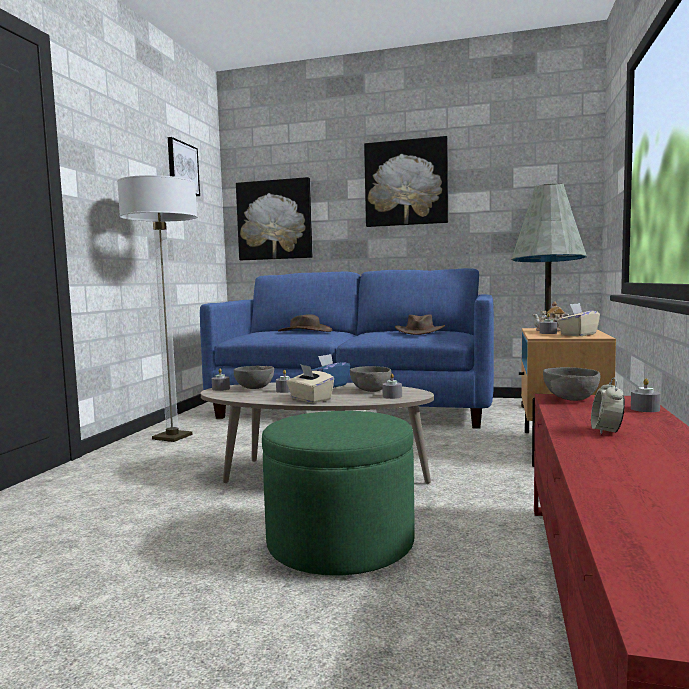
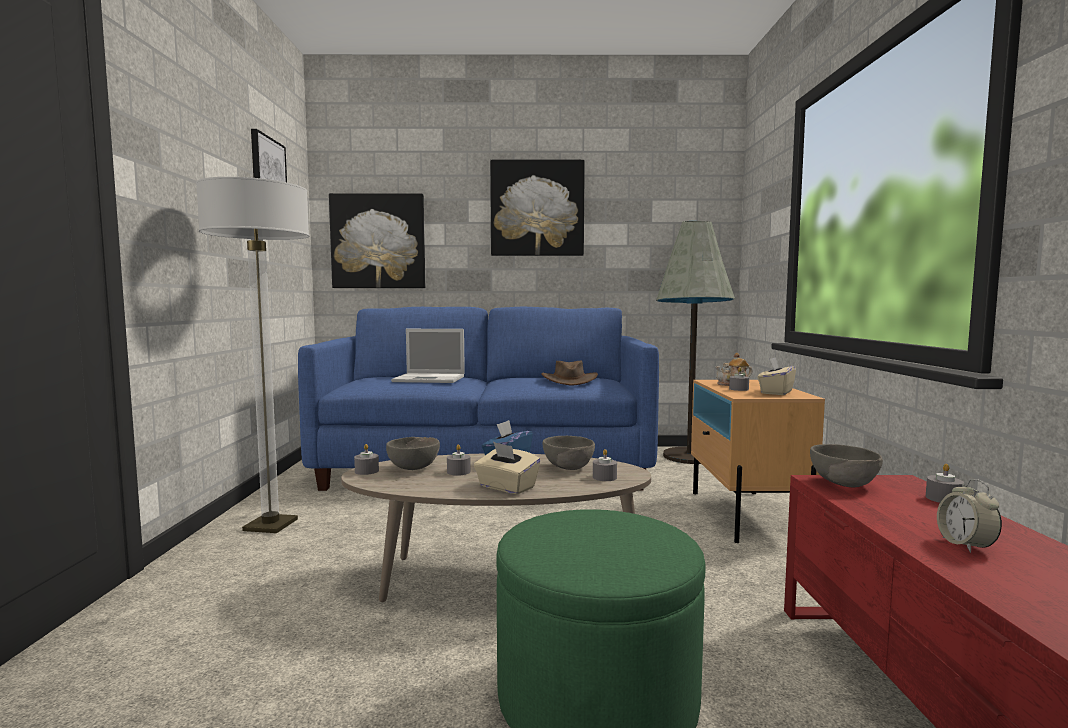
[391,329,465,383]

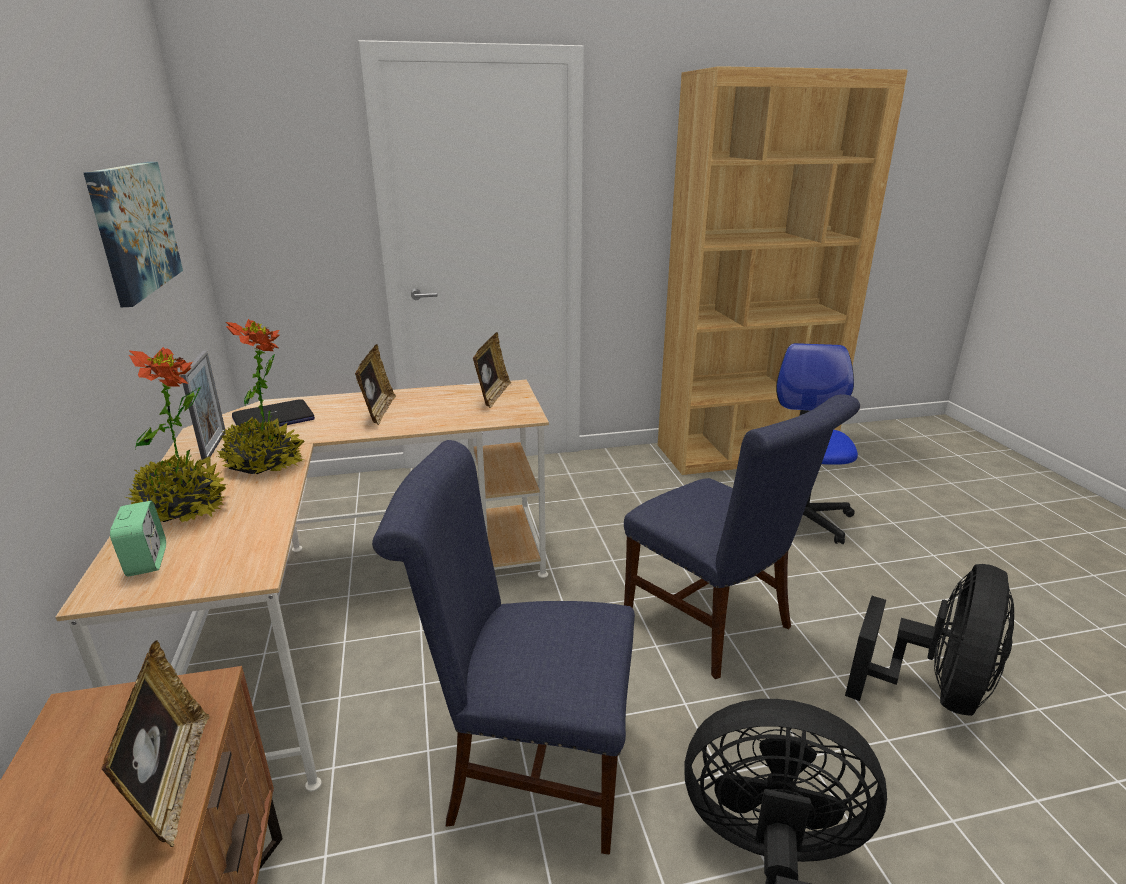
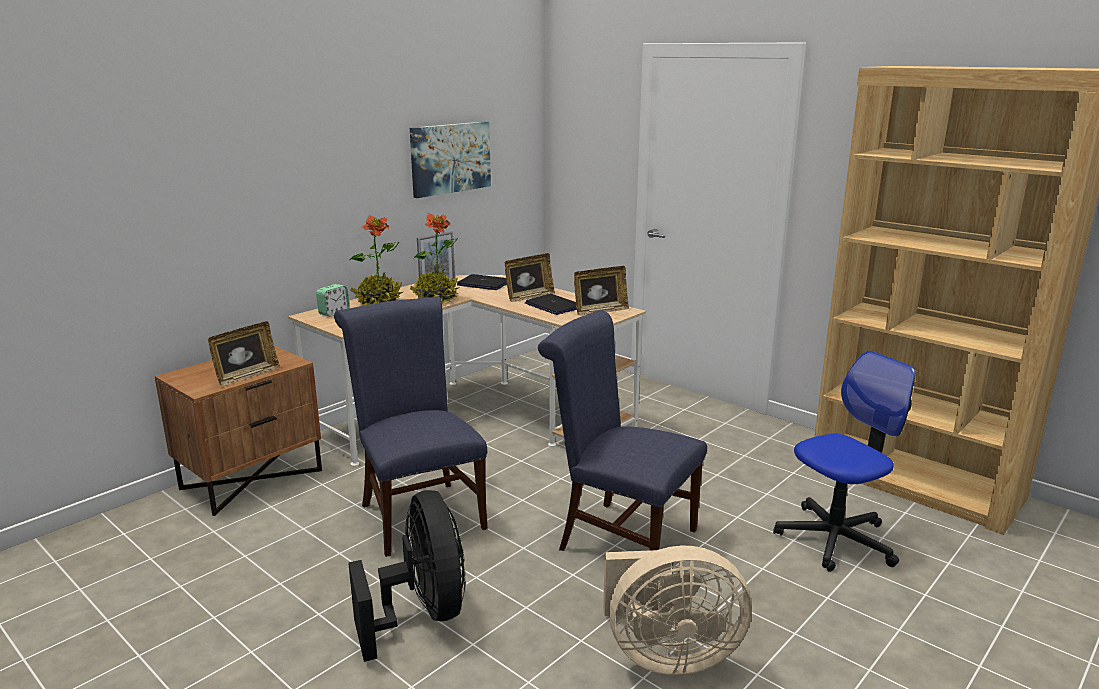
[538,310,707,551]
[603,545,752,675]
[525,294,577,315]

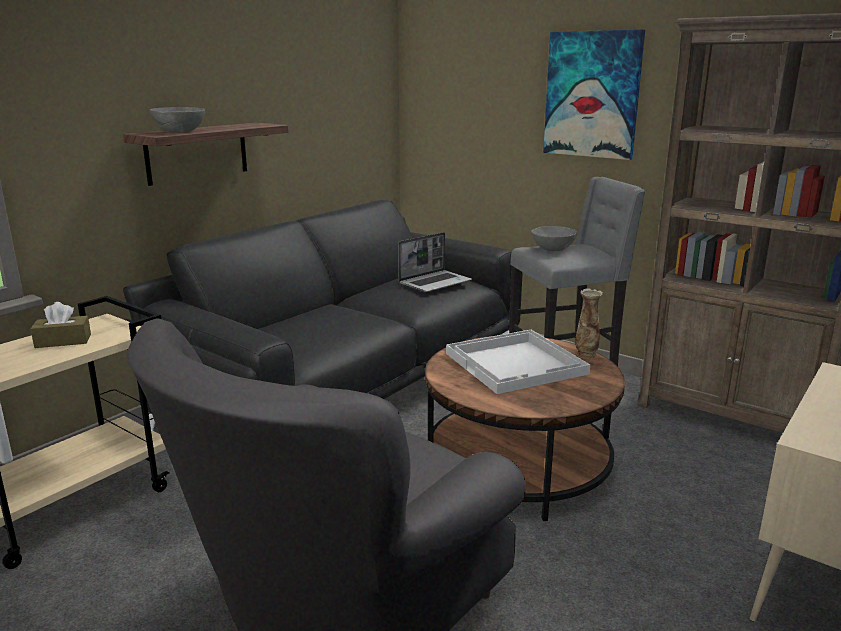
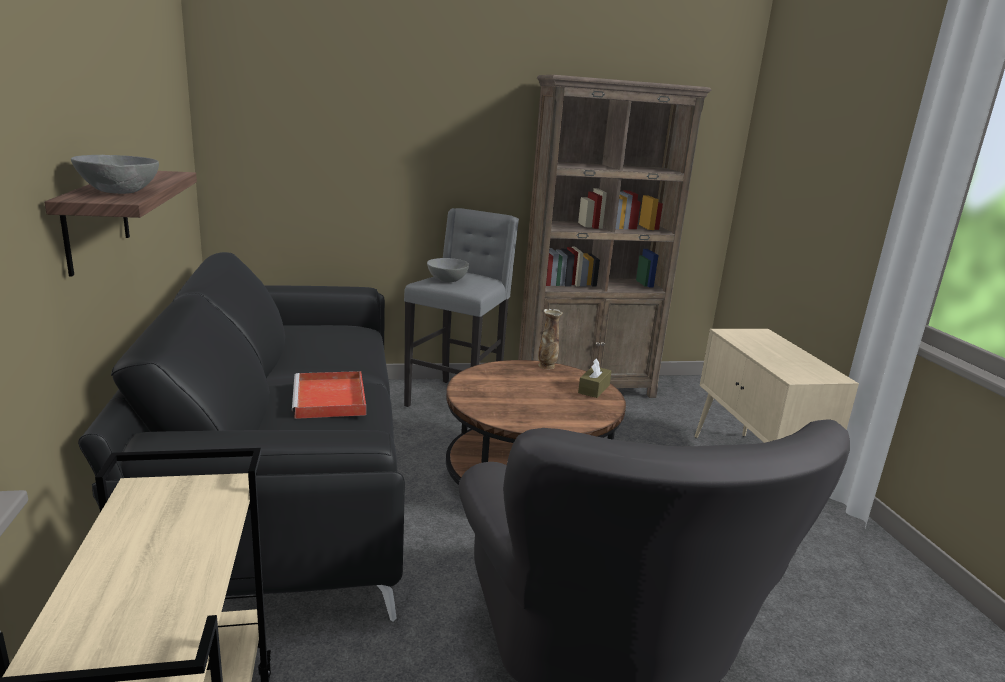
[578,358,611,398]
[398,232,472,292] (first image)
[446,330,590,394] (first image)
[543,30,645,160] (first image)
[292,371,366,419]

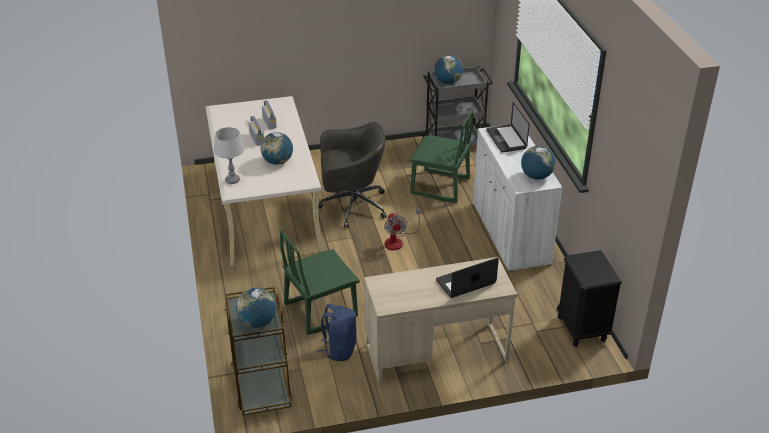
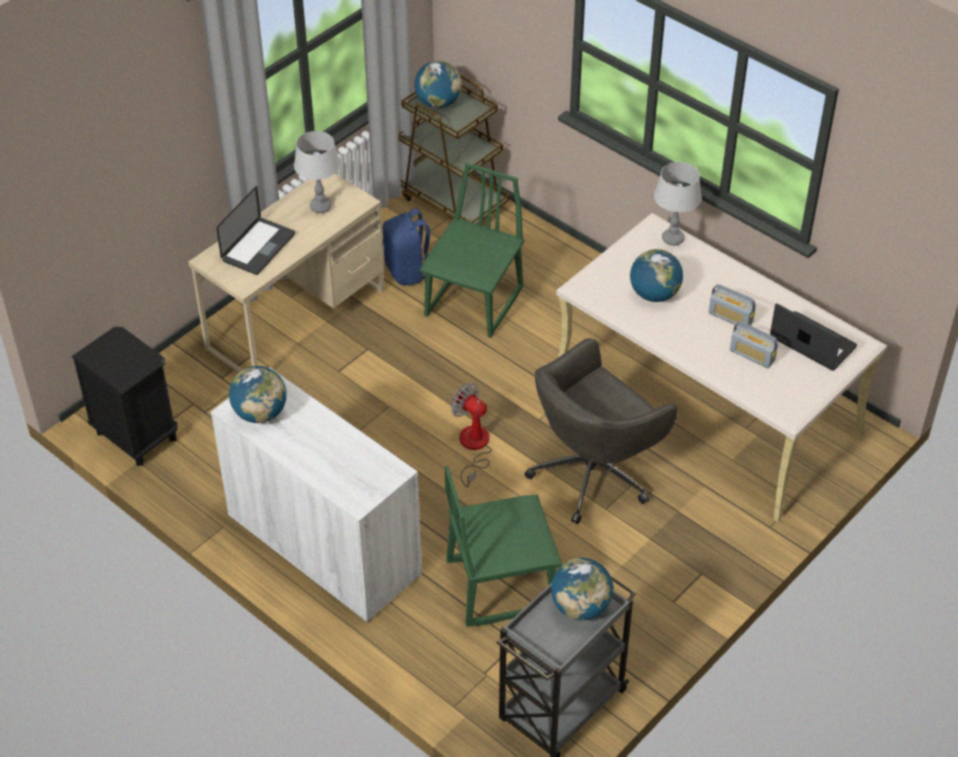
[770,303,857,371]
[294,131,340,213]

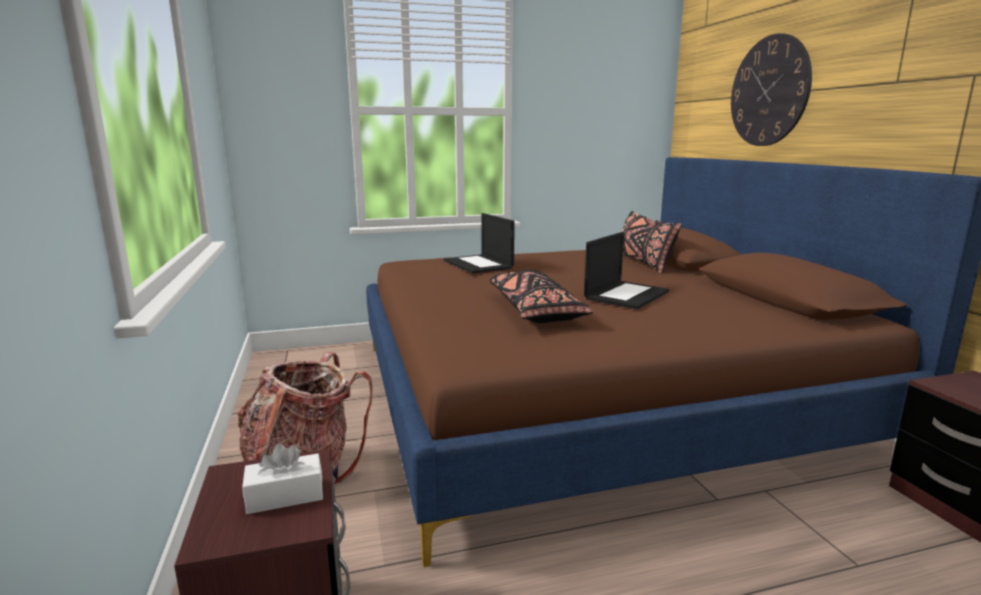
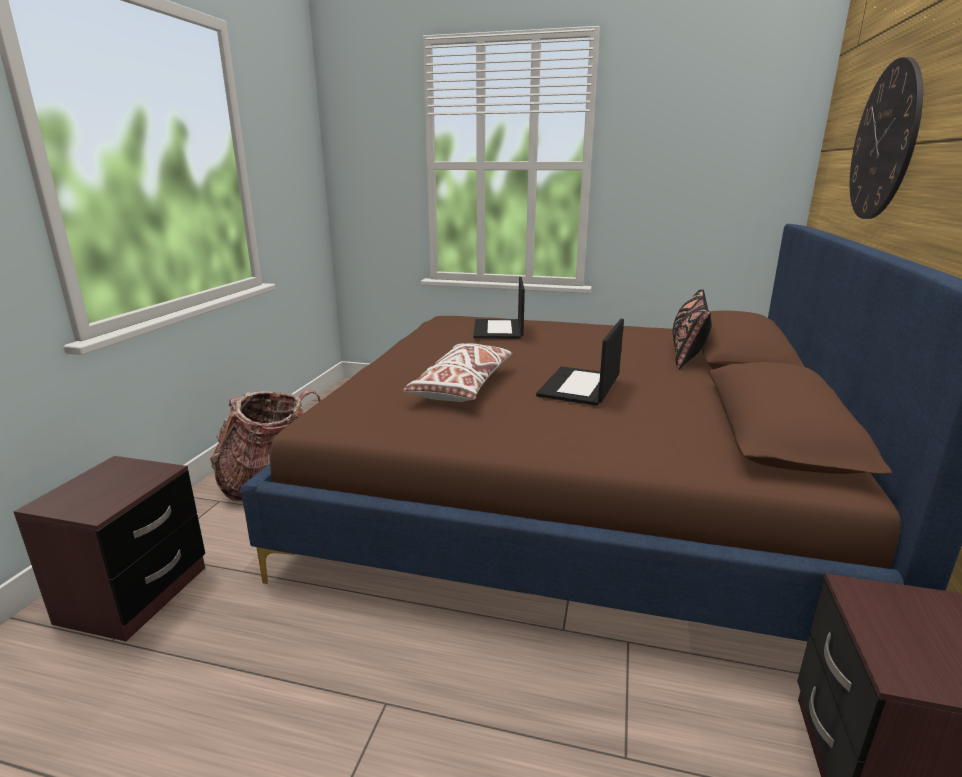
[242,443,323,514] (first image)
[403,343,512,402]
[536,319,624,406]

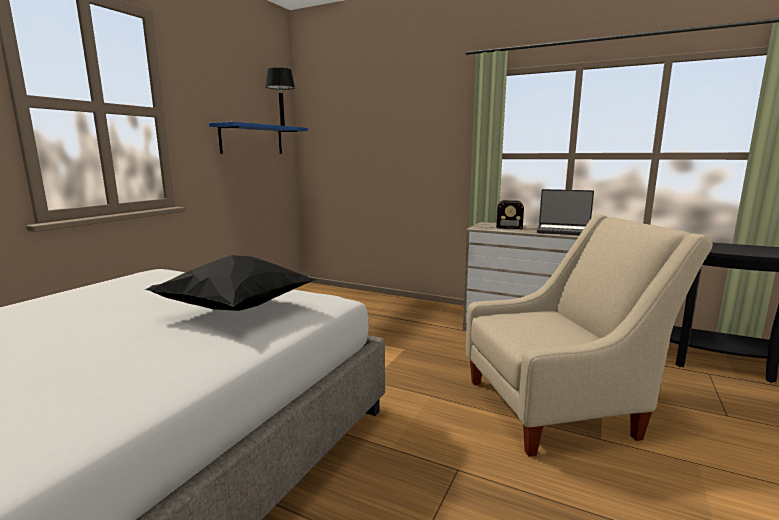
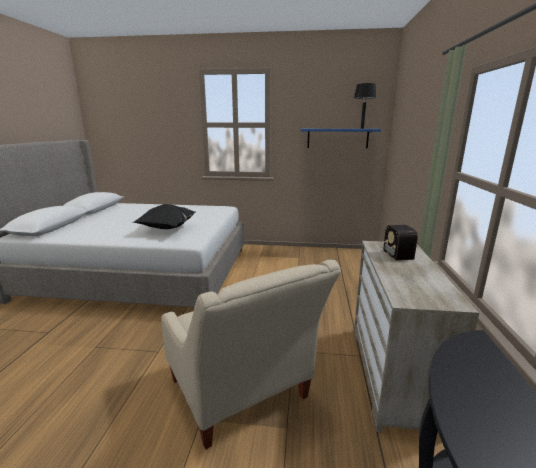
[537,189,594,235] (first image)

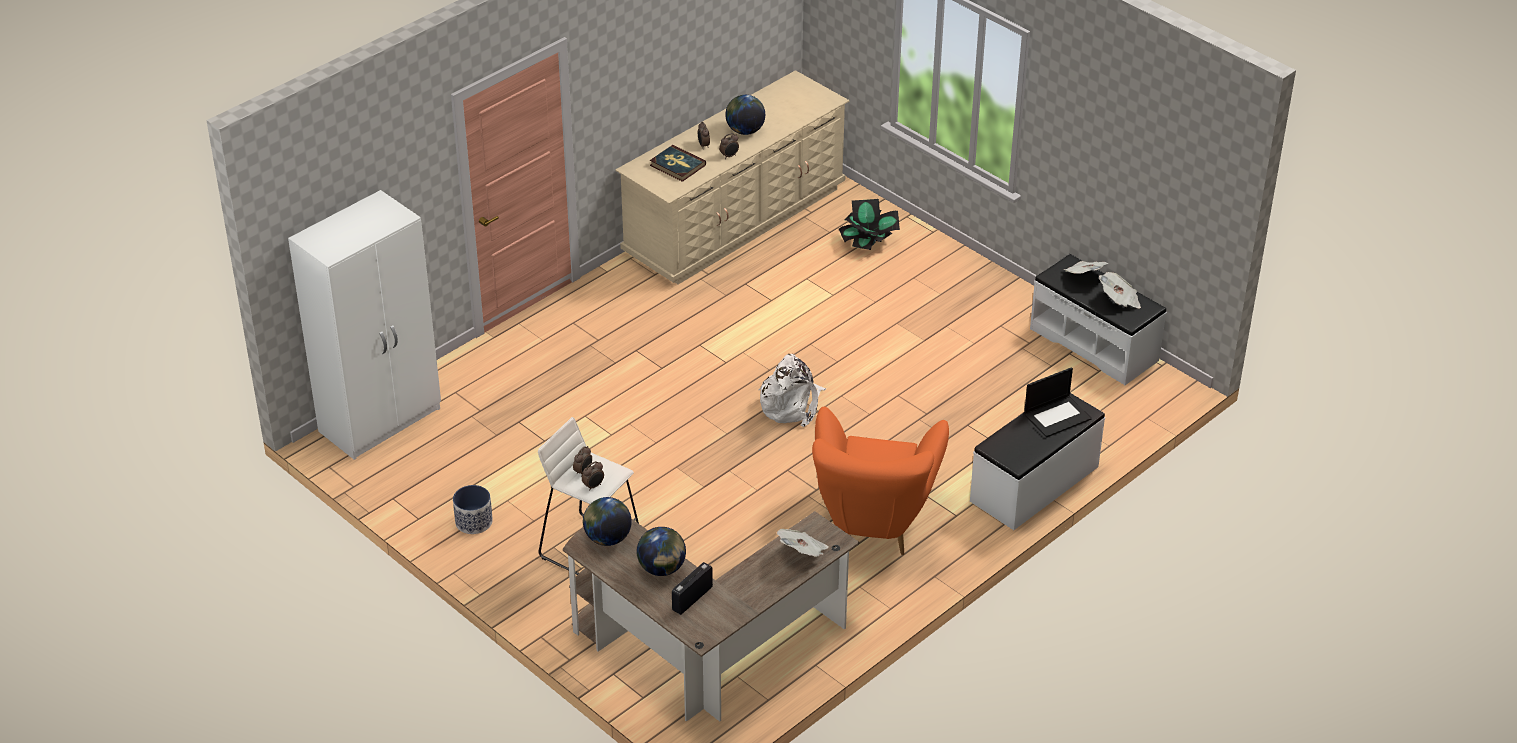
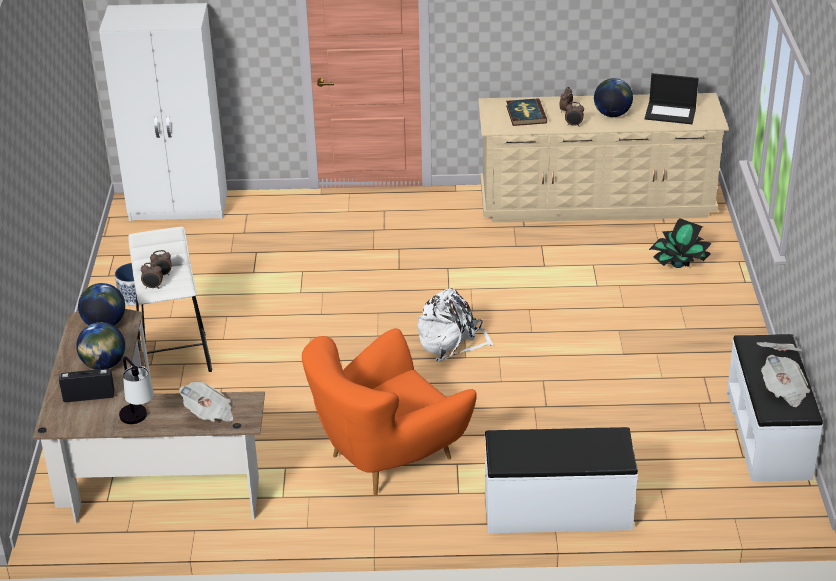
[645,73,699,124]
[119,356,154,424]

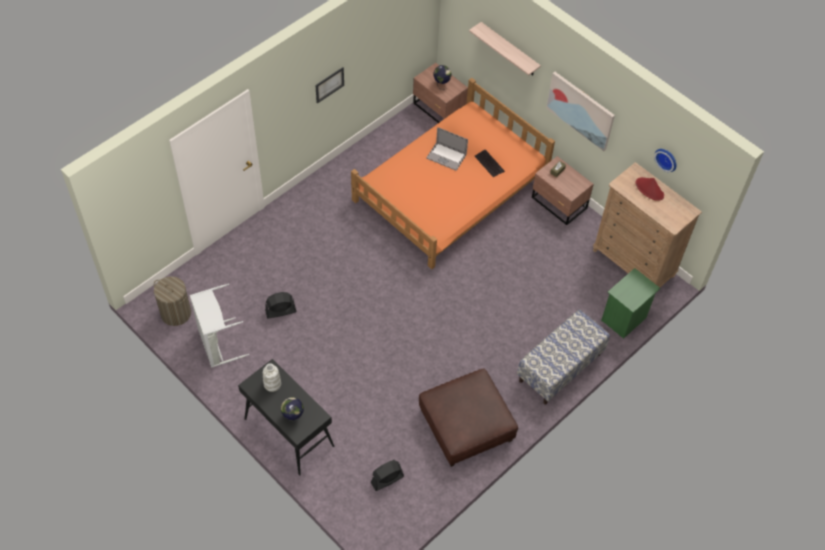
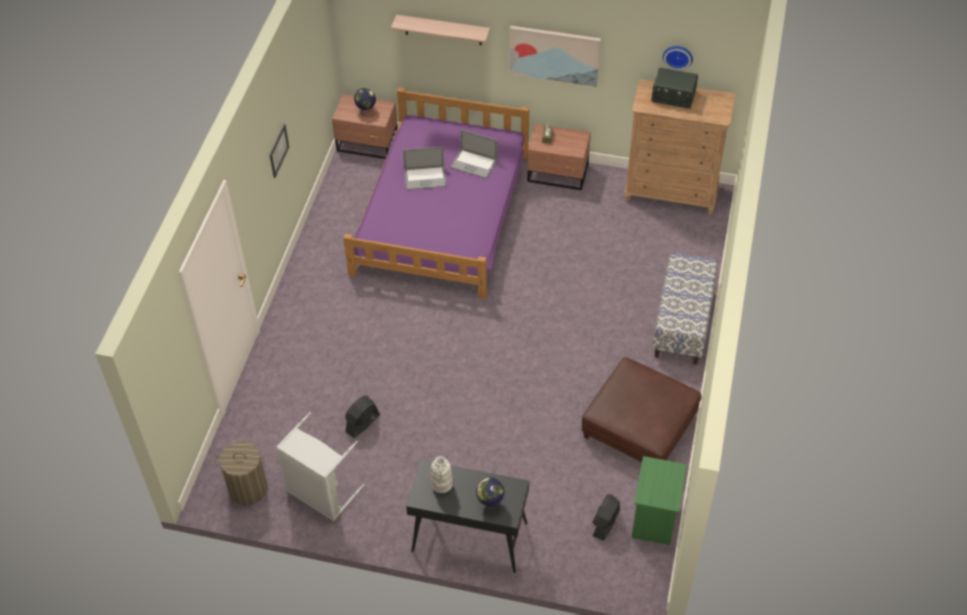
[343,88,529,299]
[450,130,498,179]
[631,456,687,545]
[652,68,698,109]

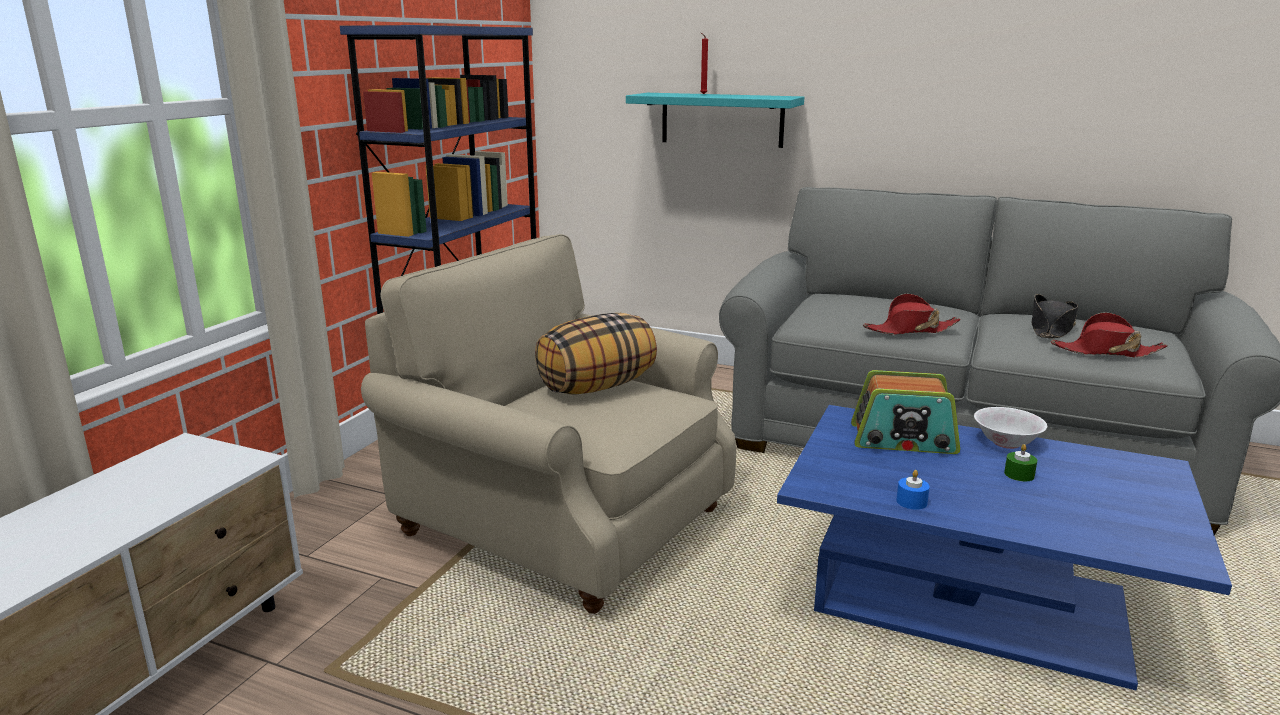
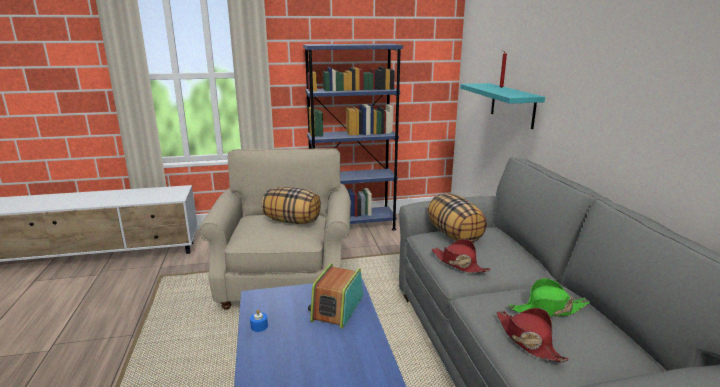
[308,263,363,329]
[974,407,1047,449] (first image)
[1004,444,1037,481] (first image)
[508,278,590,317]
[427,194,487,242]

